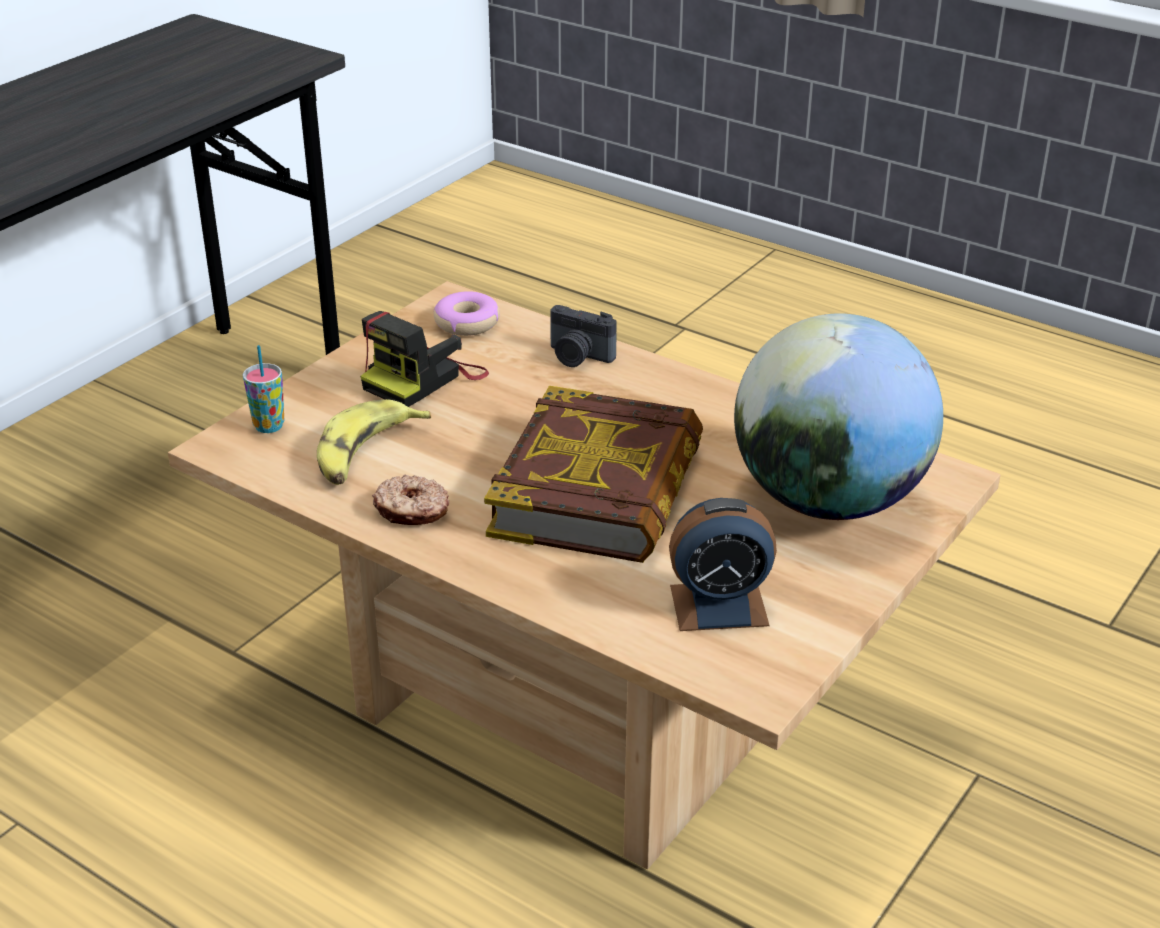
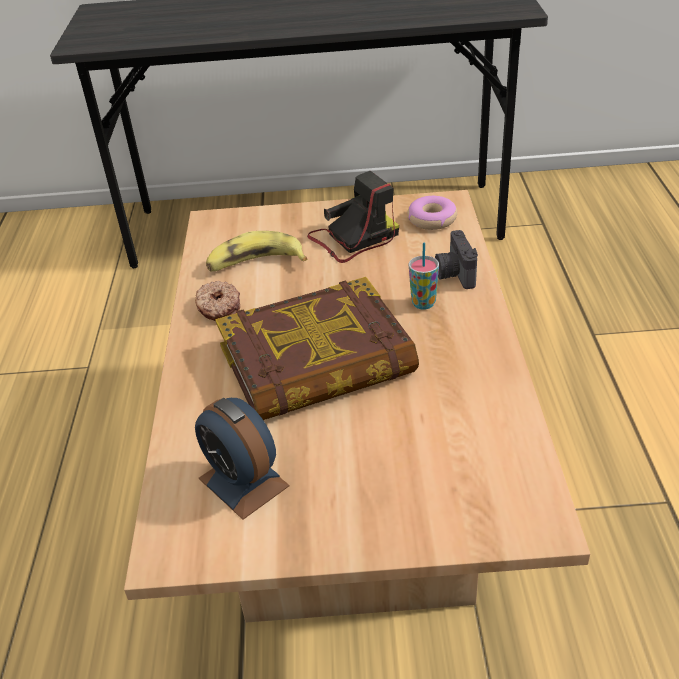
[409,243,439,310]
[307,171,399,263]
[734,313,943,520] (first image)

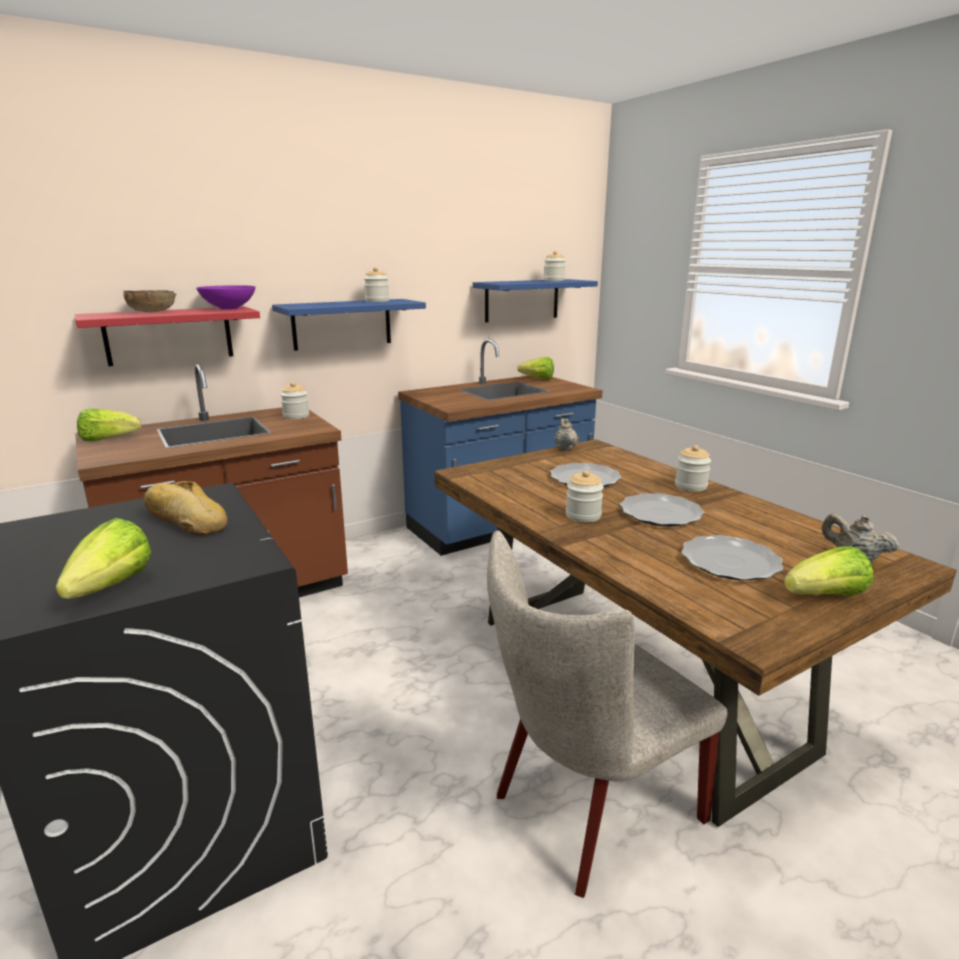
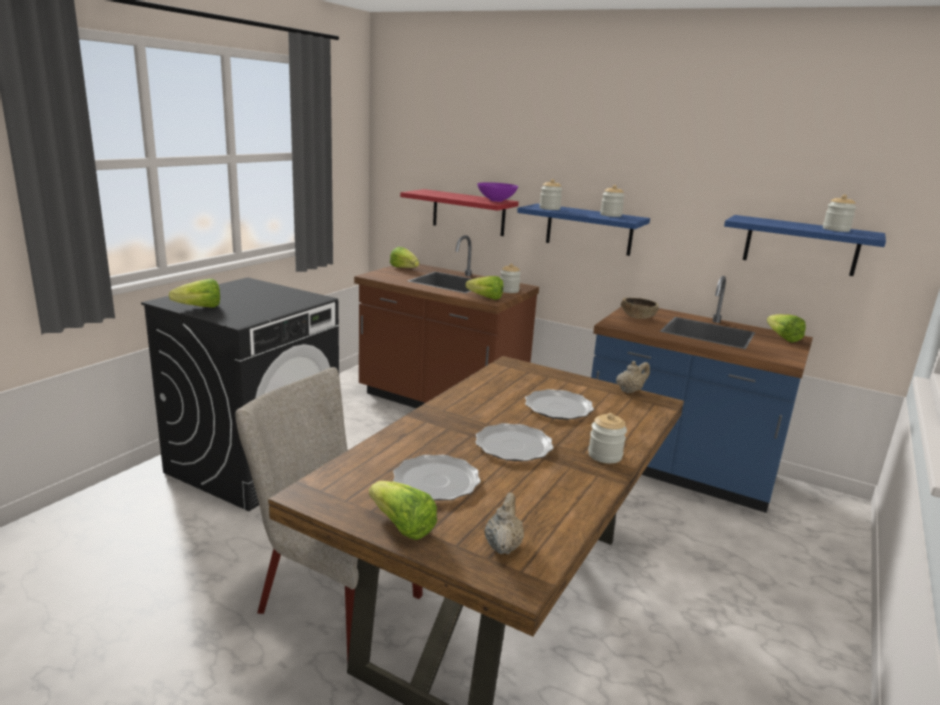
[621,297,659,319]
[144,481,228,536] (first image)
[539,179,562,210]
[465,276,503,300]

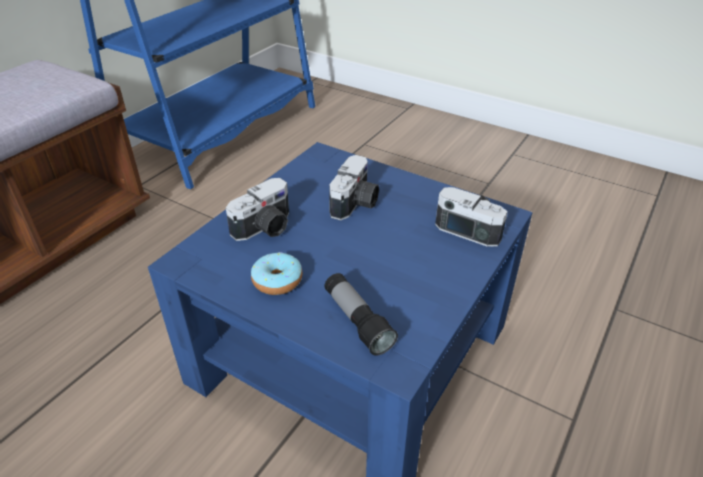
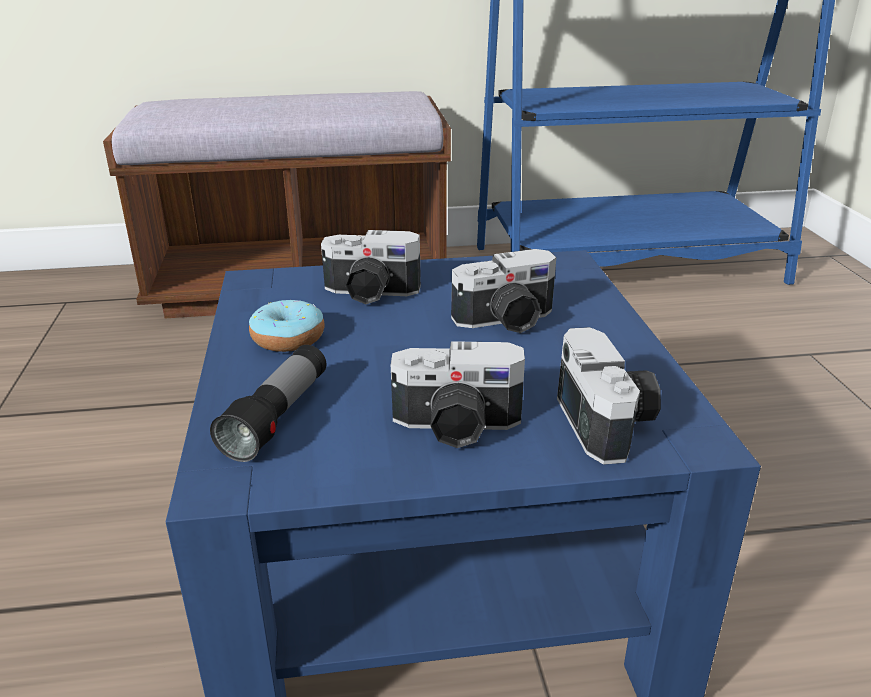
[391,341,525,448]

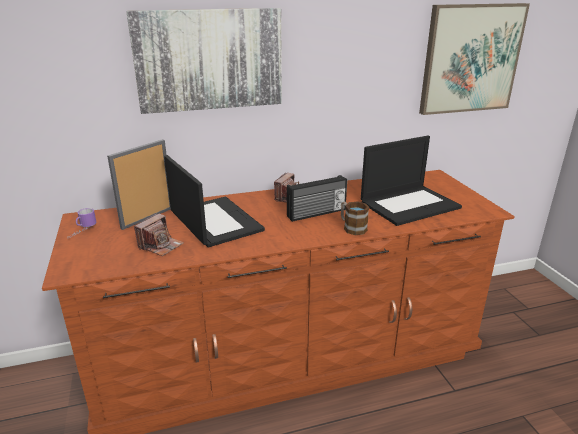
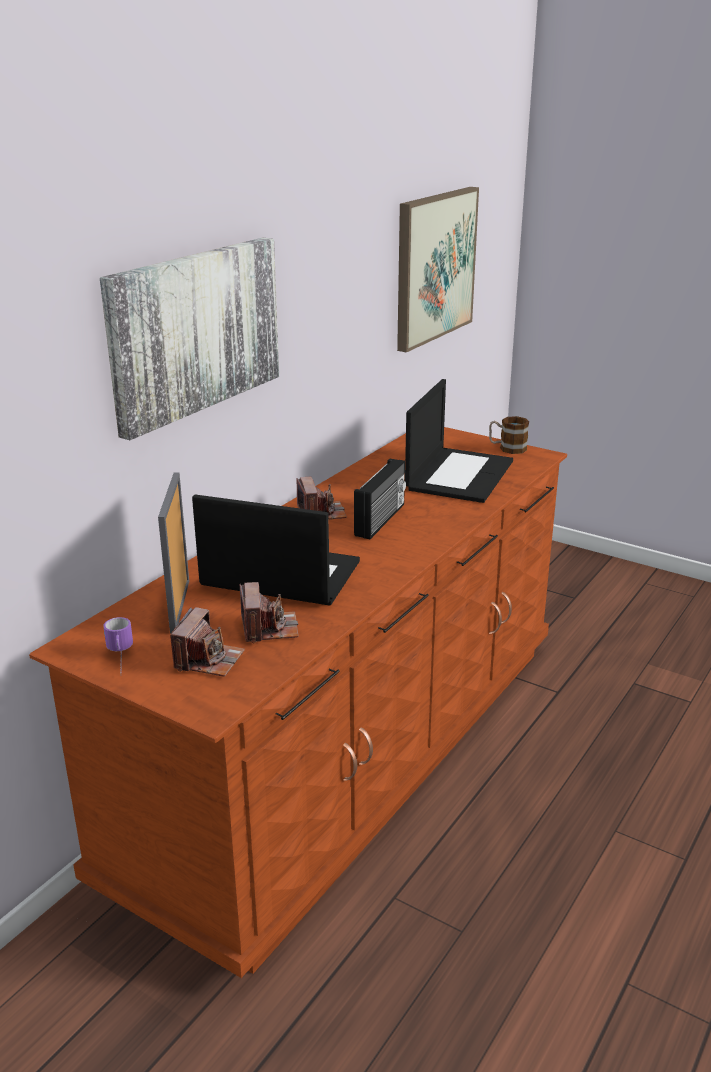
[489,416,529,454]
[170,607,245,677]

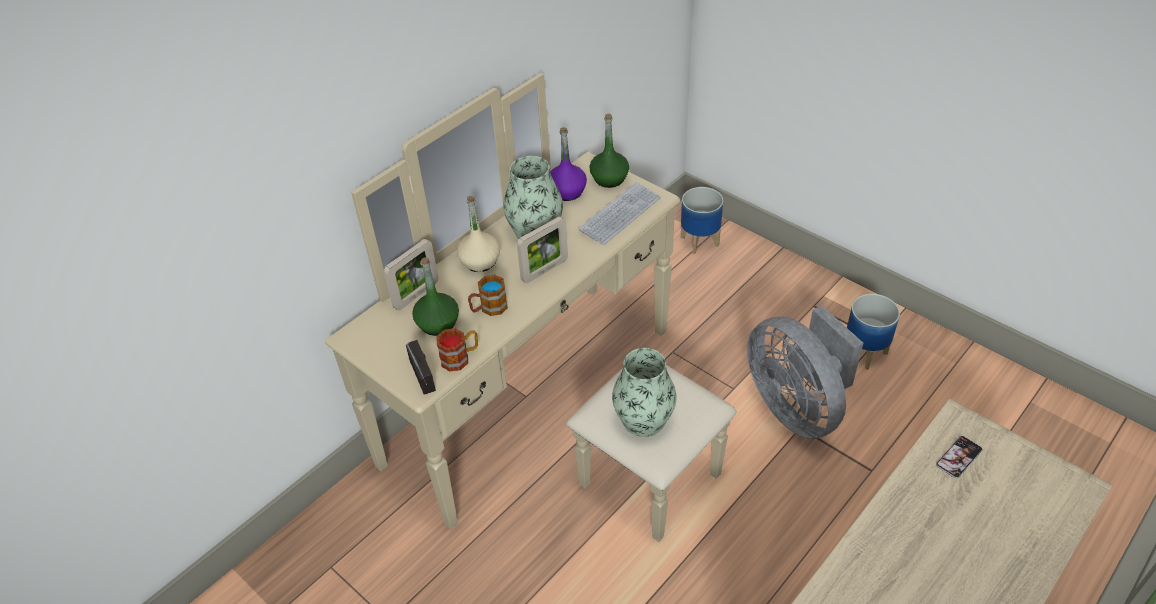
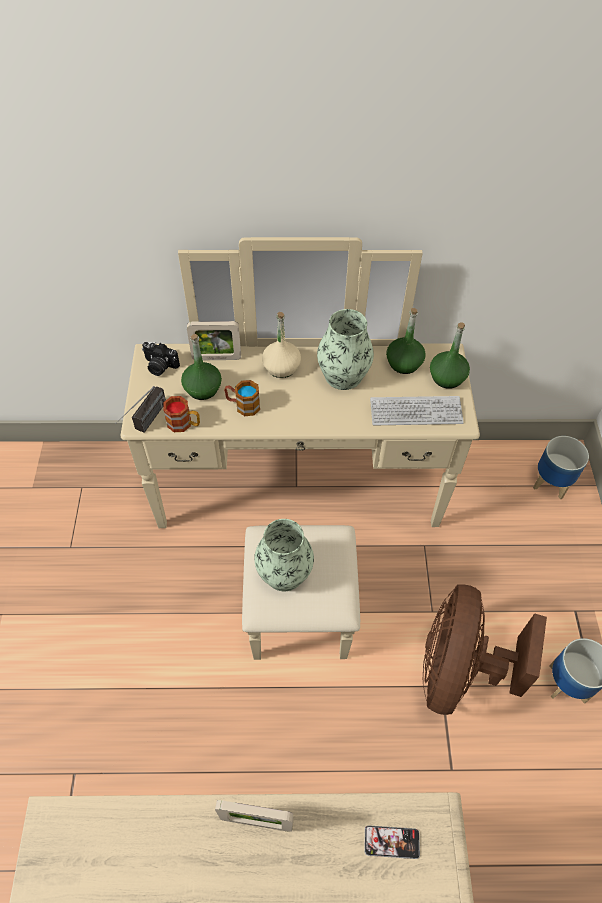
[215,800,293,832]
[386,308,426,374]
[423,585,547,715]
[142,342,180,376]

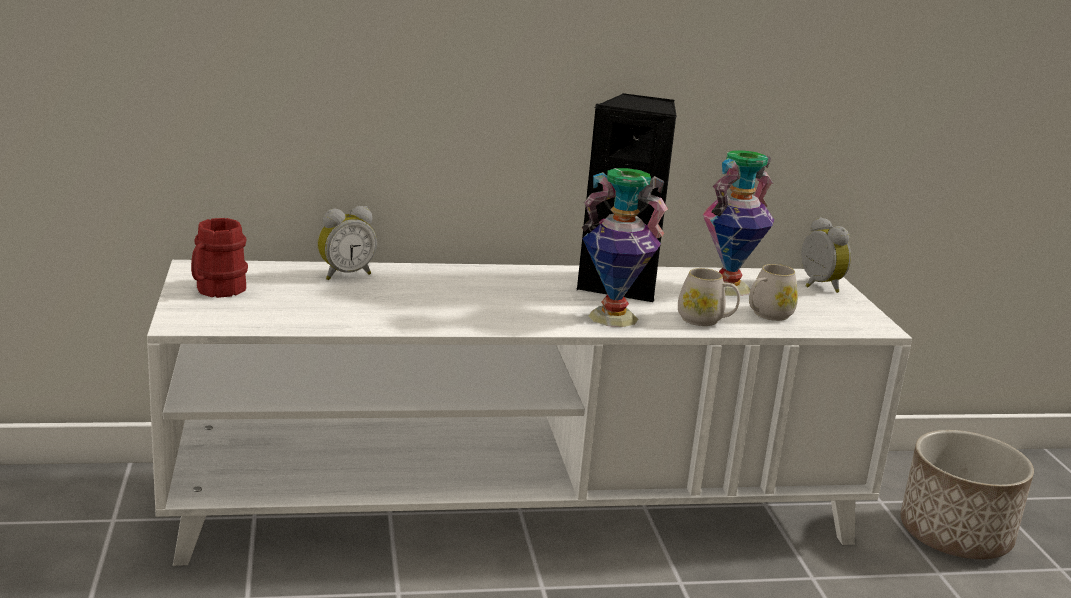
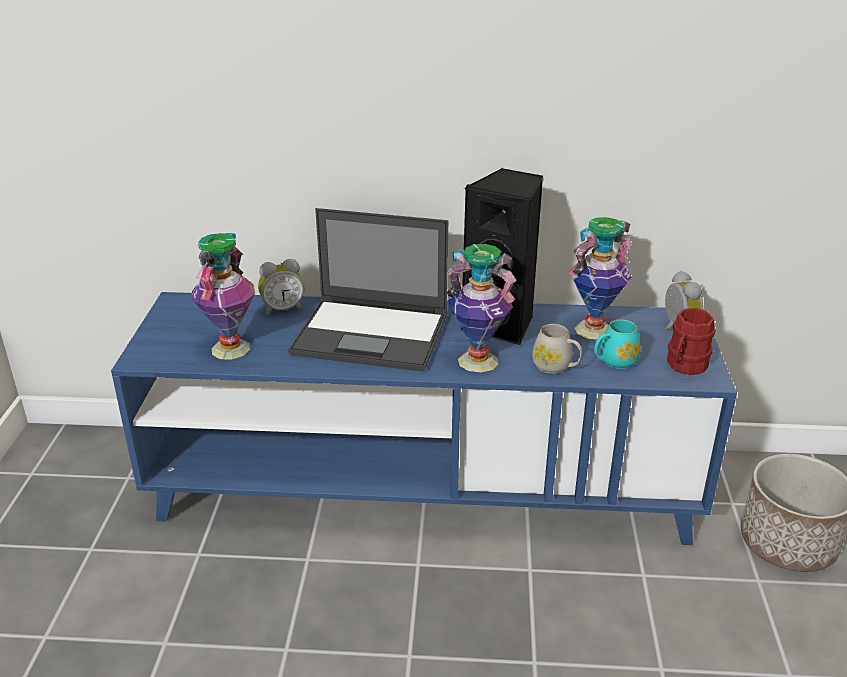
[111,292,737,545]
[667,308,716,375]
[594,320,640,369]
[192,233,255,360]
[288,208,448,372]

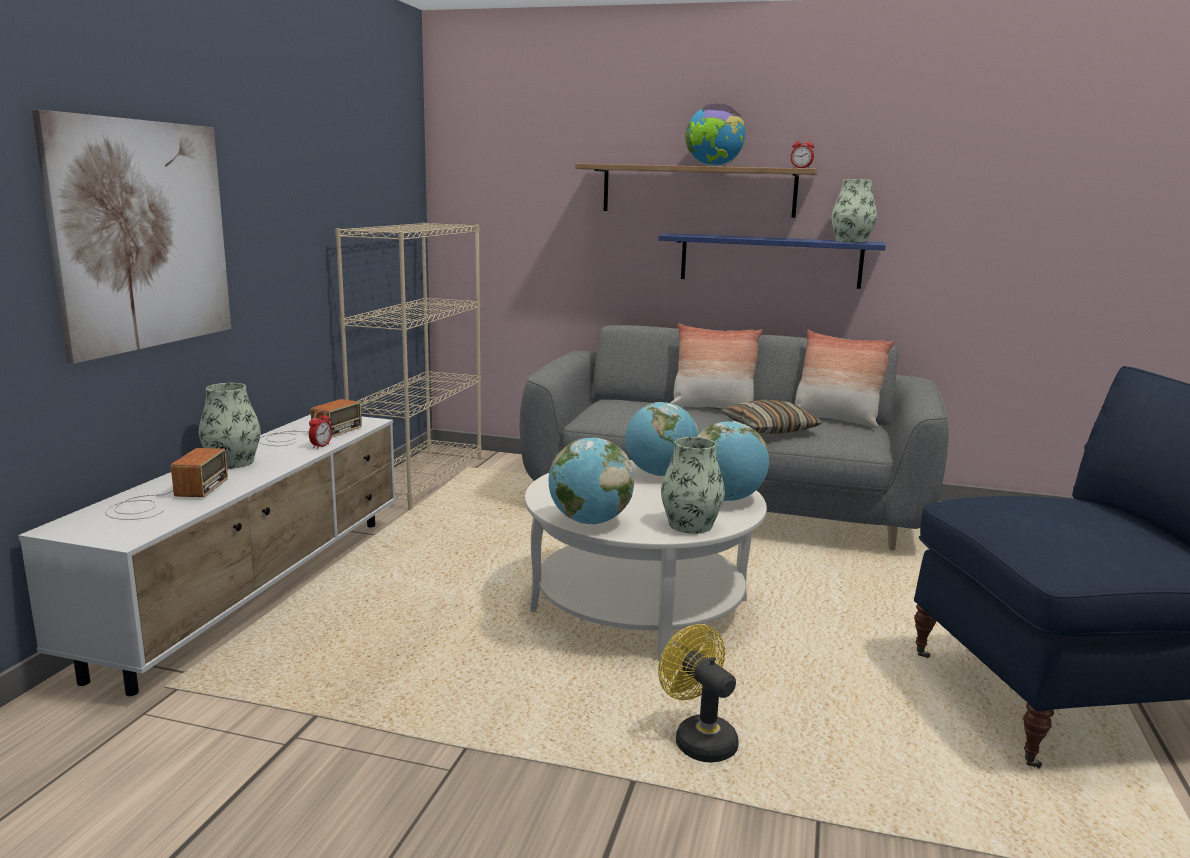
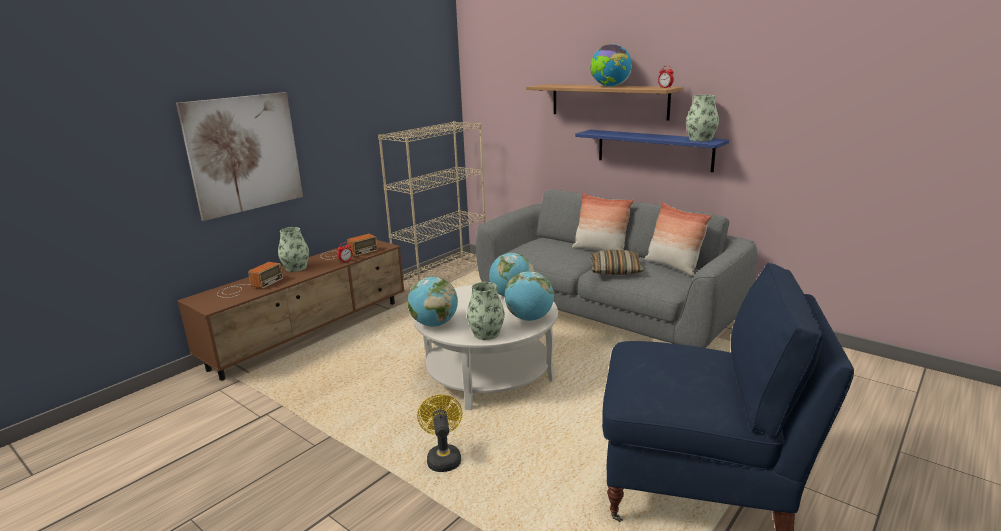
[177,240,405,381]

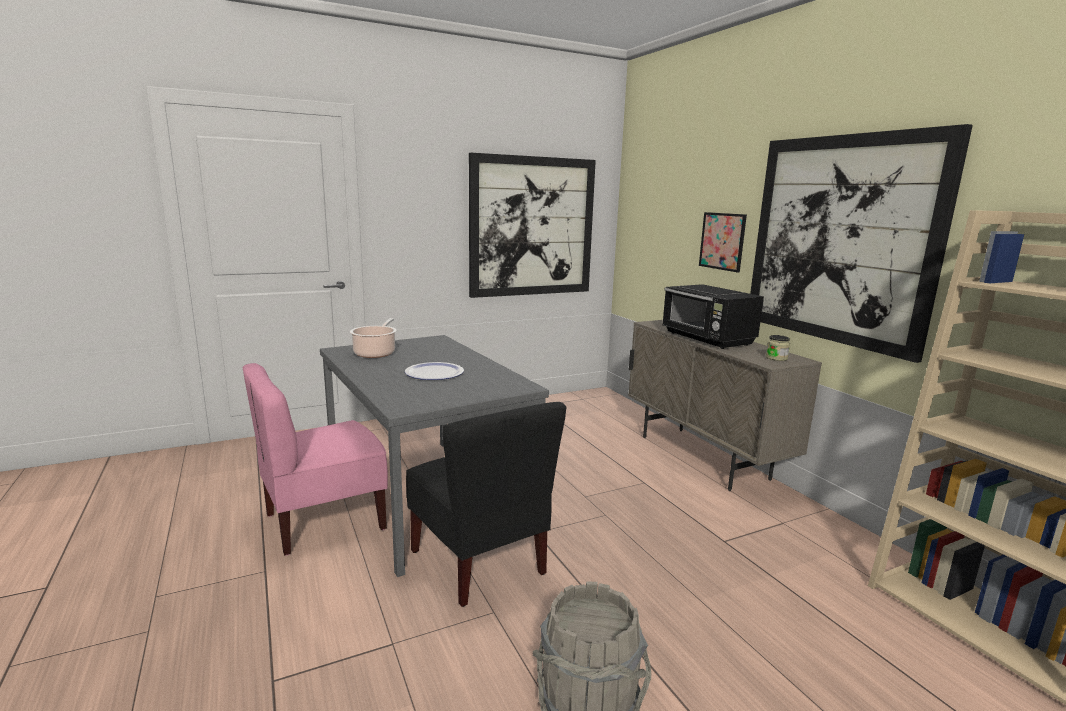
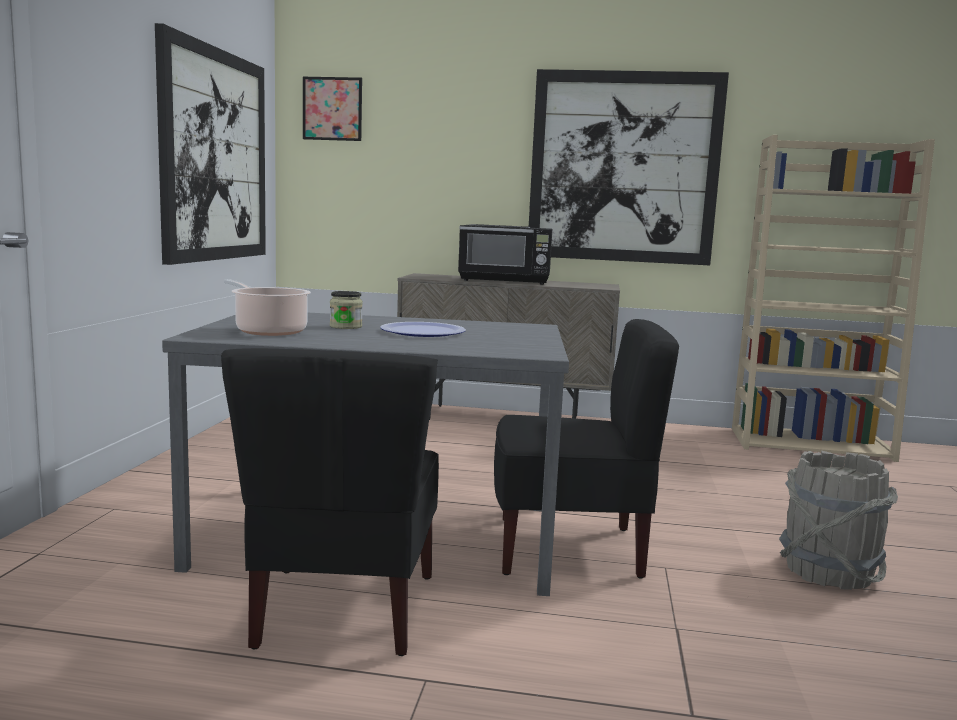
[221,348,439,656]
[303,77,362,141]
[330,291,363,329]

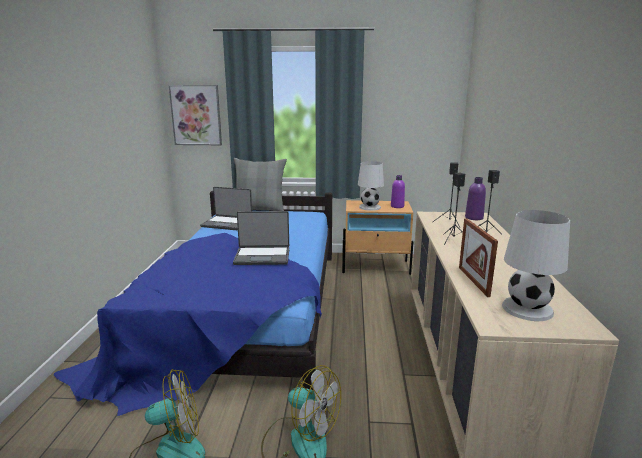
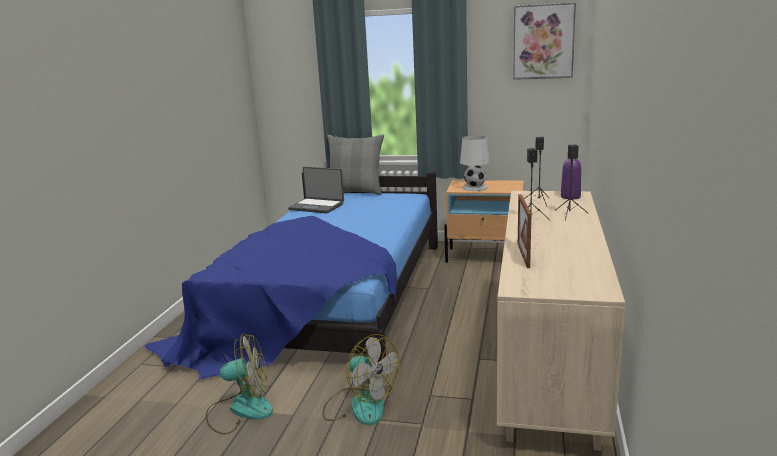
[513,3,576,80]
[233,211,289,265] (first image)
[391,175,405,208] (first image)
[502,210,570,321] (first image)

